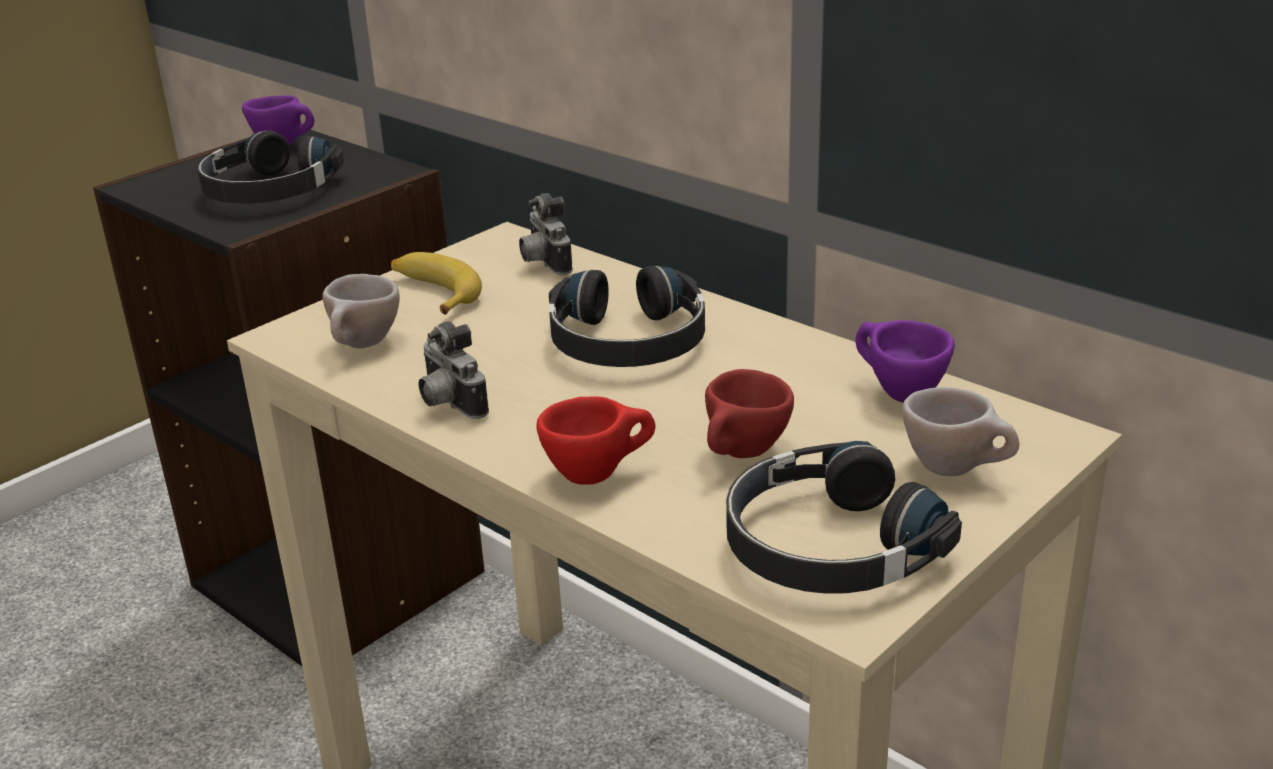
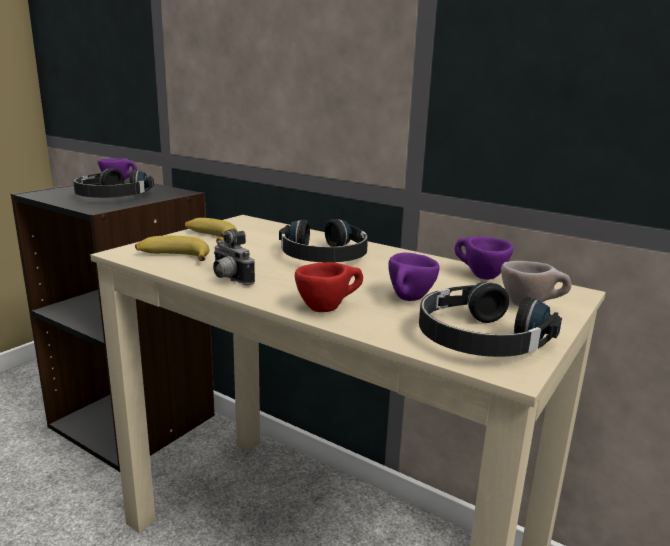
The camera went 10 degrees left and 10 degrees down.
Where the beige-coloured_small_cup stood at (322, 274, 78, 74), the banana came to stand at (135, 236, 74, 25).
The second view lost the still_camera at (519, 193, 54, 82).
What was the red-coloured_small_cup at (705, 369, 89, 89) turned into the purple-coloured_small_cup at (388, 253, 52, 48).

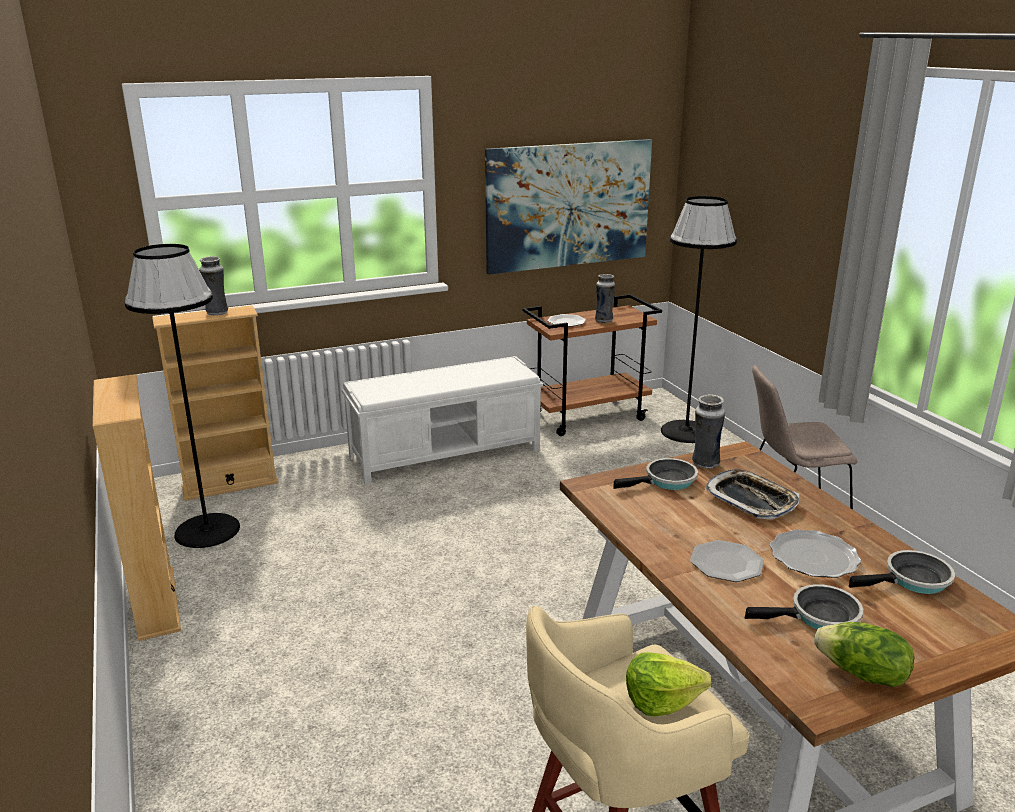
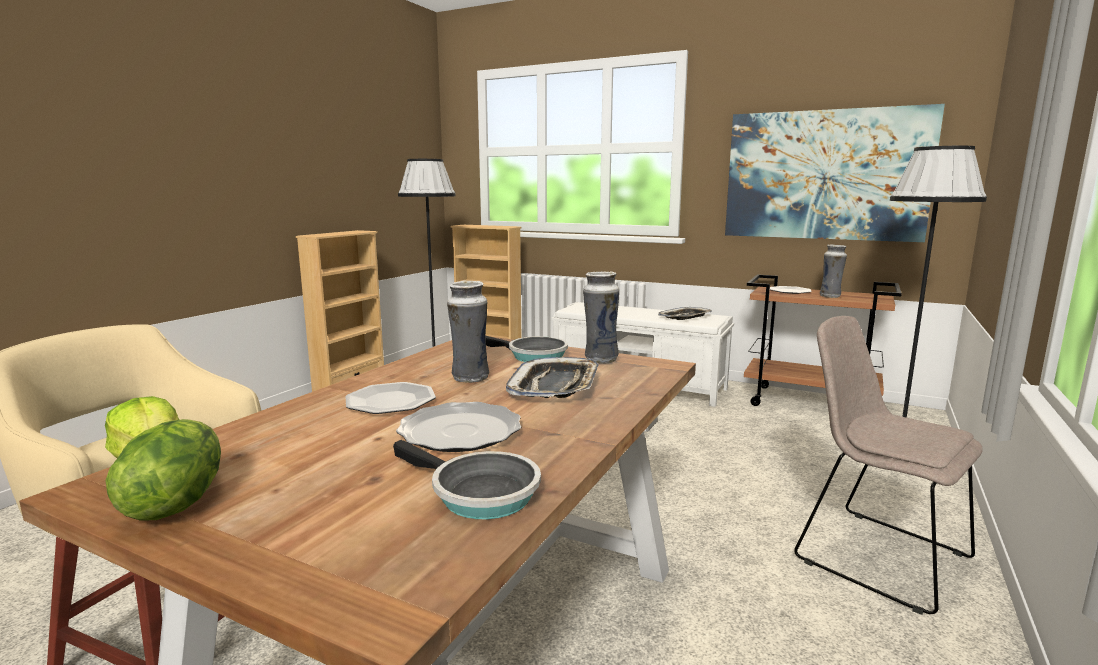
The camera went 50 degrees right and 10 degrees down.
The decorative_vase ended up elsewhere, having gone from (199, 256, 29, 60) to (447, 281, 42, 102).
The second view lost the skillet at (745, 584, 118, 45).
The second view gained the tray at (658, 307, 54, 13).

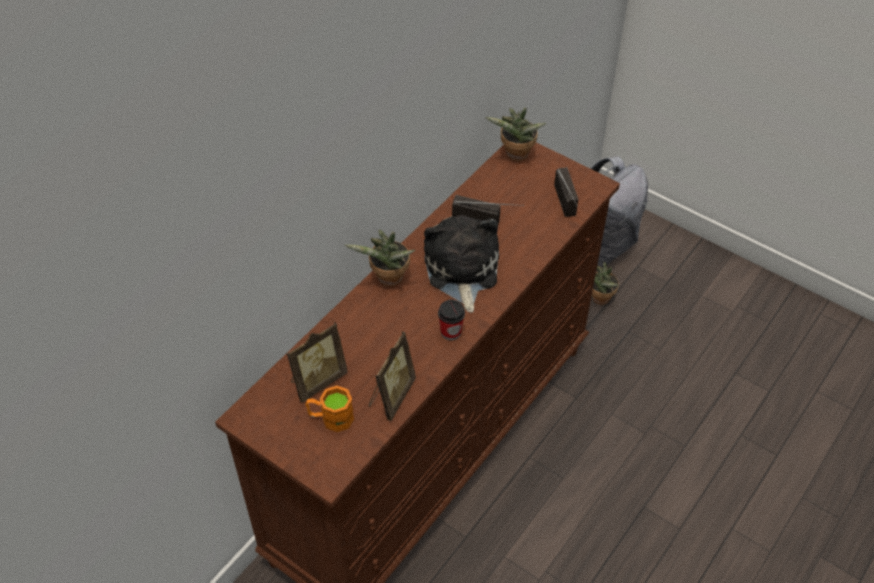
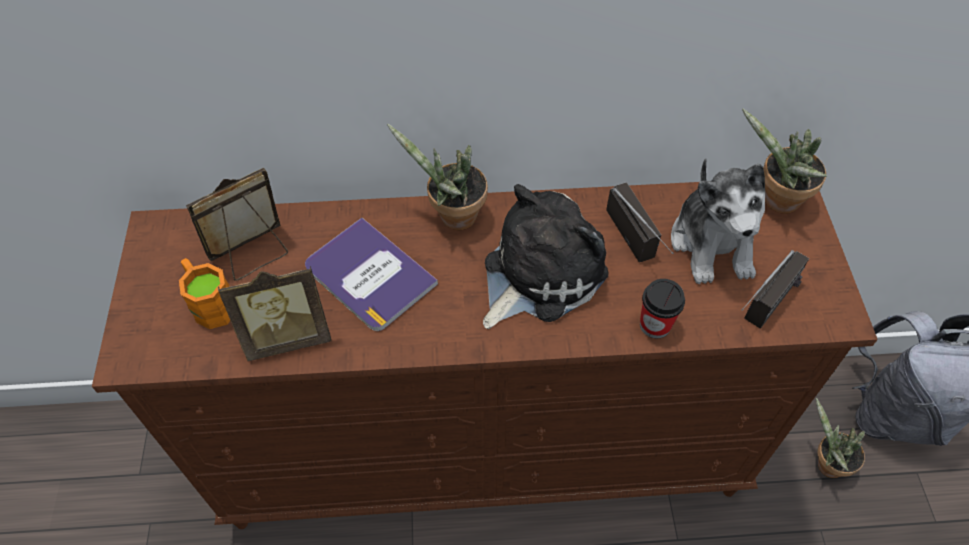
The camera went 50 degrees right and 5 degrees up.
The picture_frame at (286, 322, 62, 81) ended up facing another way, 135 degrees clockwise from before.
The small_cup ended up elsewhere, having gone from (438, 300, 27, 40) to (640, 279, 45, 59).
The second view gained the volume at (305, 218, 133, 113).
The second view gained the soft_toy at (671, 158, 94, 126).

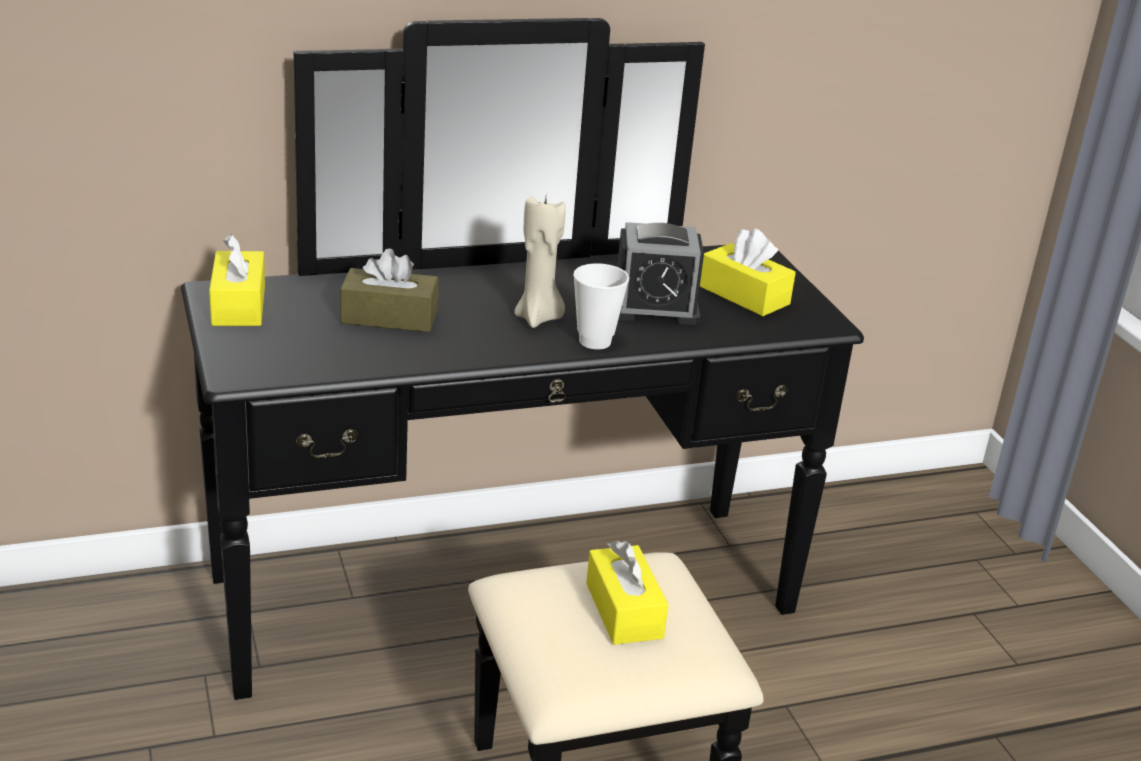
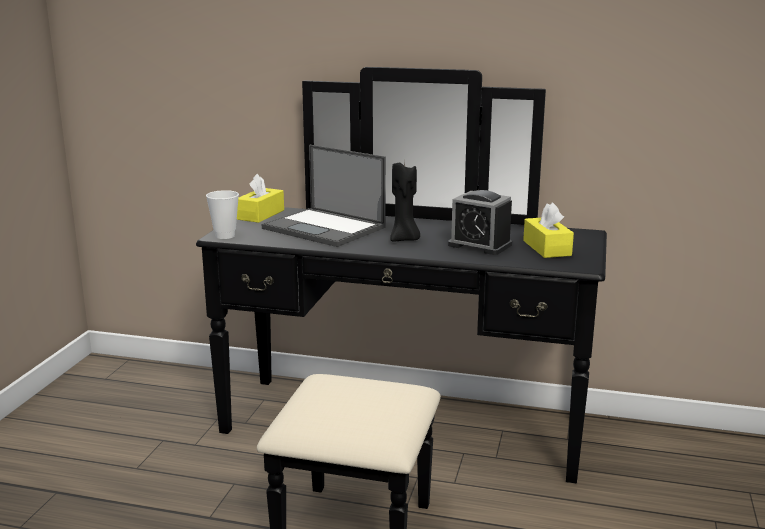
The camera went 35 degrees right and 10 degrees down.
Where the brownish_tissue_holder stood at (340, 248, 98, 84), the portable_computer came to stand at (262, 145, 124, 102).
What was the beige-coloured_wax_light at (514, 197, 52, 131) turned into the black-coloured_wax_light at (390, 160, 30, 82).
The small_cup ended up elsewhere, having gone from (573, 263, 56, 86) to (206, 190, 33, 49).
The second view lost the yellowish_tissue_holder at (586, 540, 83, 105).

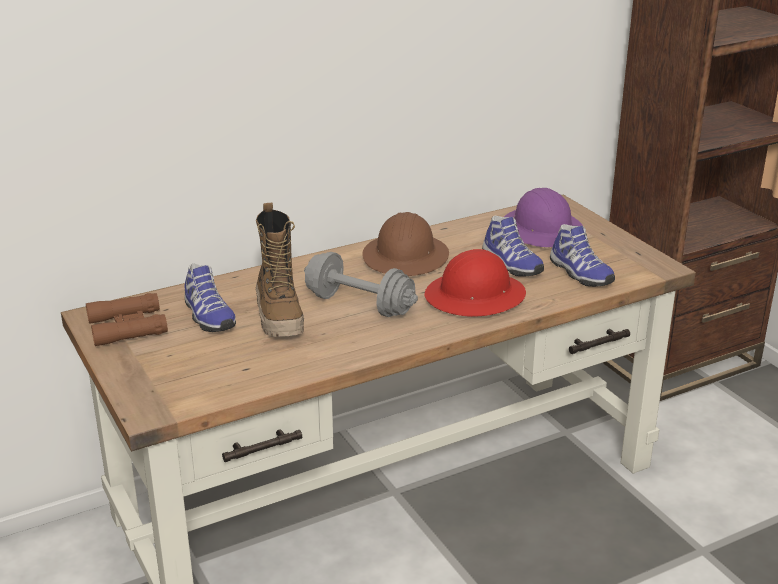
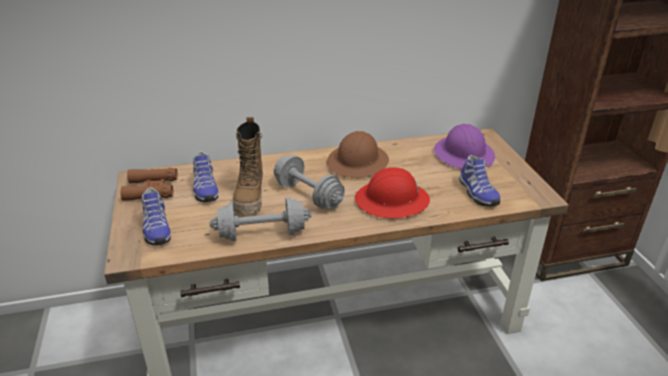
The camera went 15 degrees right and 5 degrees up.
The low_shoe ended up elsewhere, having gone from (482, 216, 62, 61) to (142, 188, 29, 58).
The second view gained the gray_free_weight at (209, 197, 103, 44).

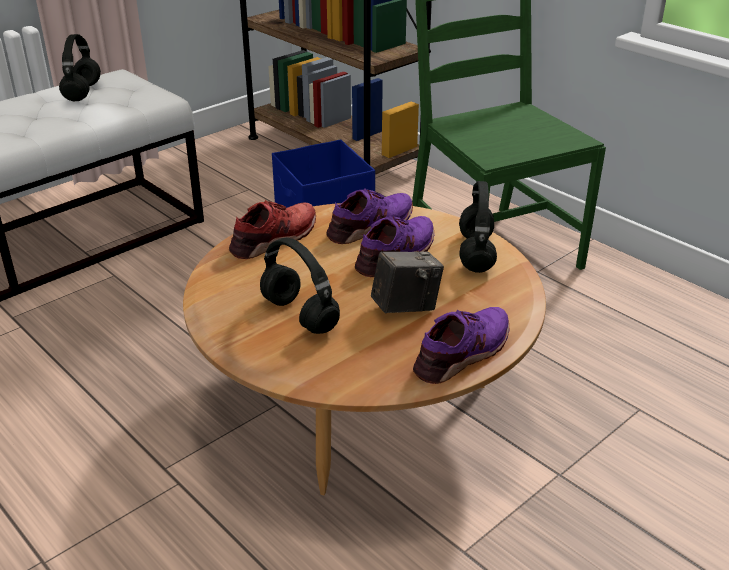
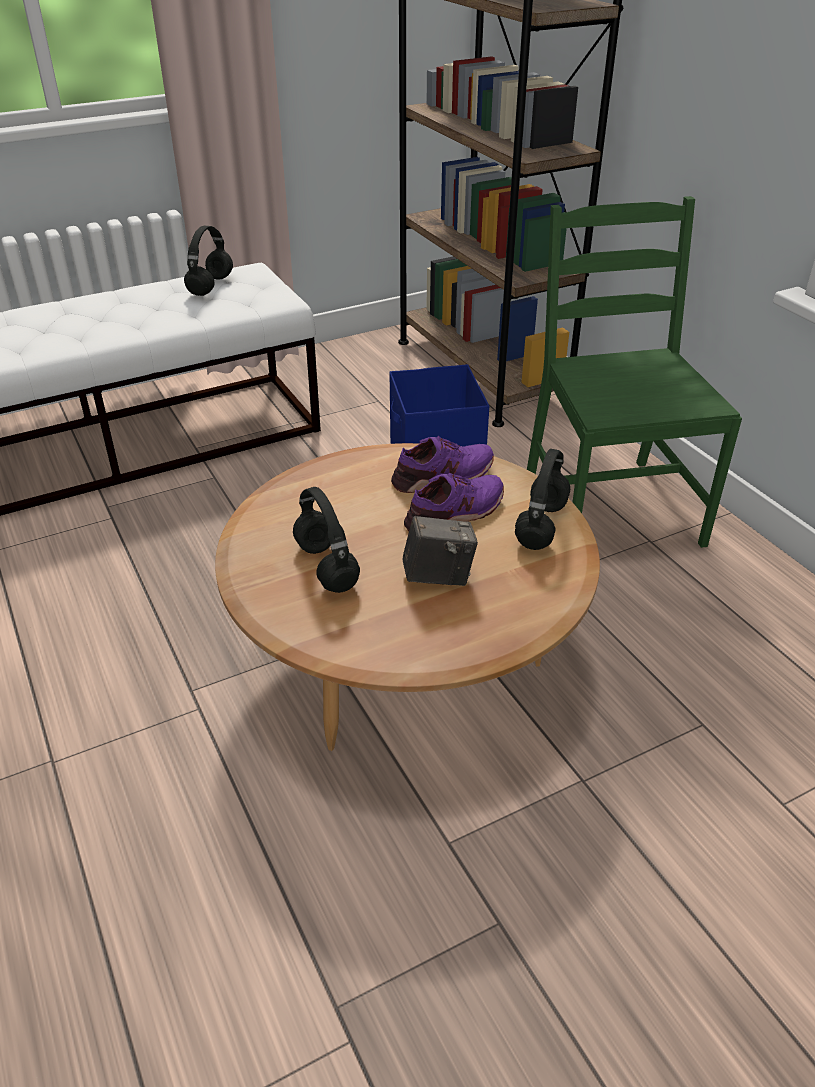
The camera went 15 degrees right and 5 degrees up.
The second view lost the red-coloured_low_shoe at (229, 200, 87, 59).
The second view lost the purple-coloured_low_shoe at (413, 307, 96, 77).

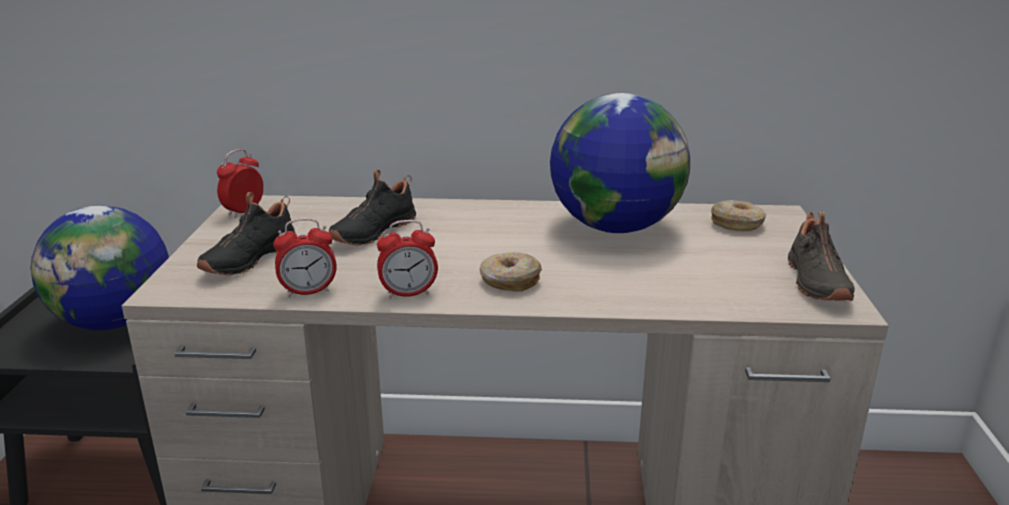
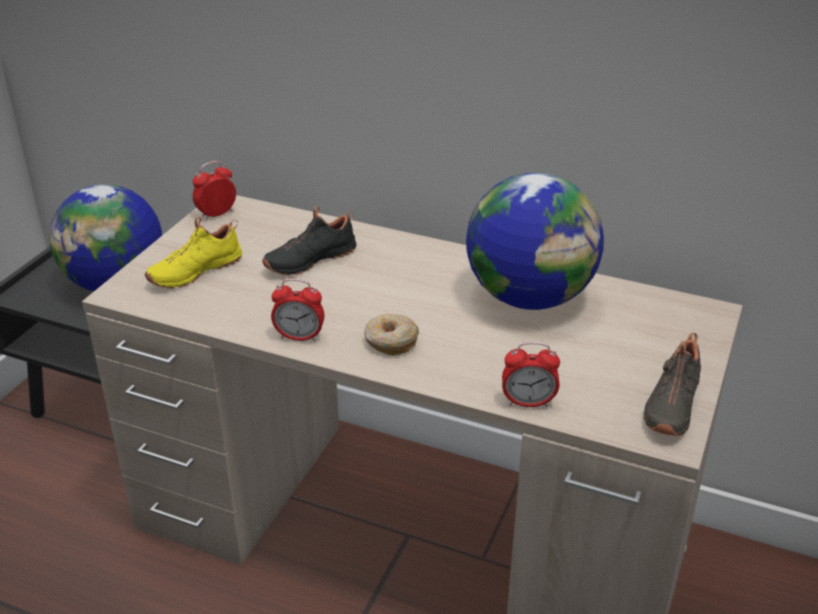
The camera went 20 degrees right and 10 degrees up.
What was the black-coloured_low_shoe at (197, 192, 99, 84) turned into the yellowish_low_shoe at (145, 216, 97, 73).
The bedside_clock ended up elsewhere, having gone from (273, 218, 64, 79) to (502, 342, 58, 65).
The second view lost the ring_doughnut at (711, 200, 55, 31).

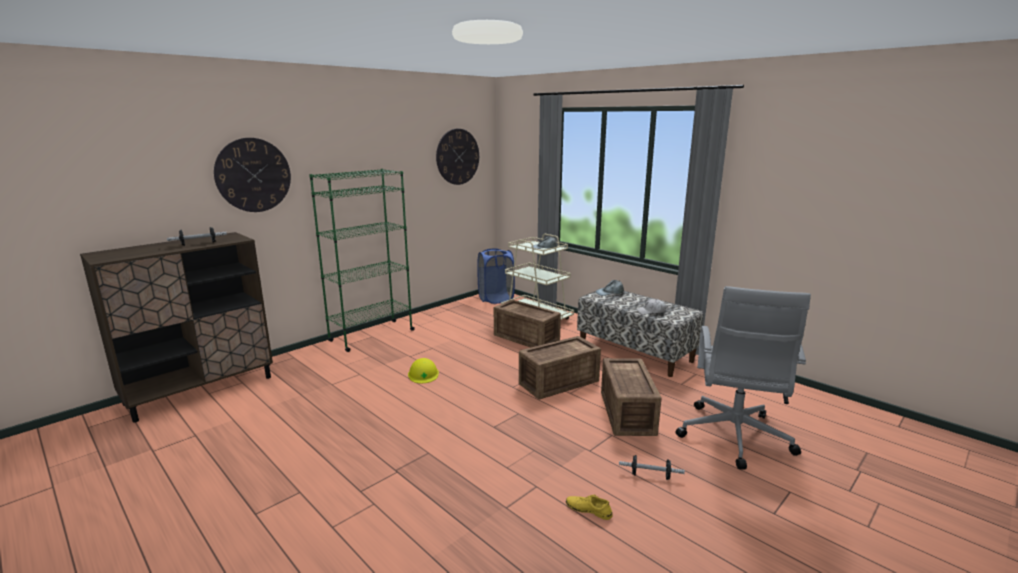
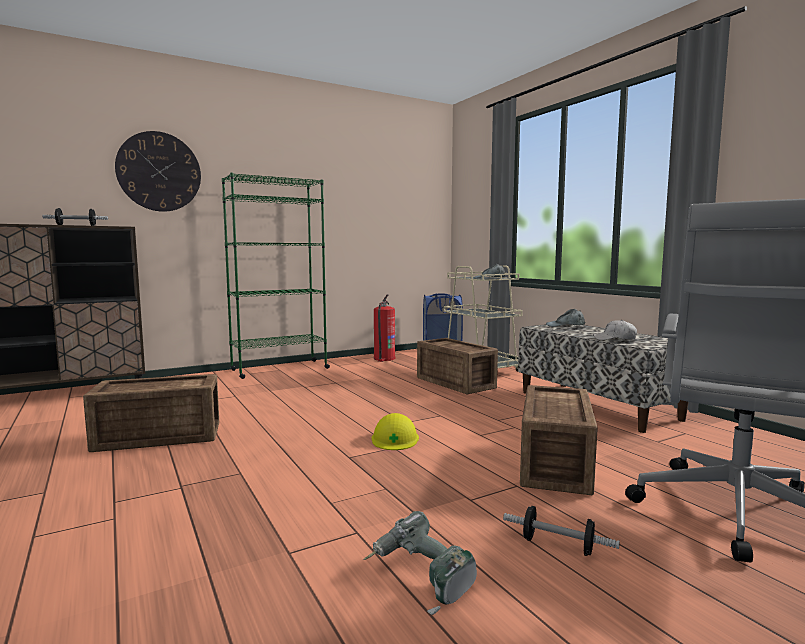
The camera went 15 degrees right and 10 degrees down.
The yellowish_safety_helmet ended up elsewhere, having gone from (408, 358, 31, 25) to (372, 413, 47, 37).
The second view lost the clock_on_the_wall at (436, 129, 43, 56).
The crate ended up elsewhere, having gone from (519, 336, 82, 64) to (83, 374, 136, 78).
Where the yellowish_low_shoe stood at (566, 494, 47, 26), the power_drill came to stand at (364, 511, 113, 104).
The second view gained the fire-fighting_cylinder at (374, 294, 21, 68).

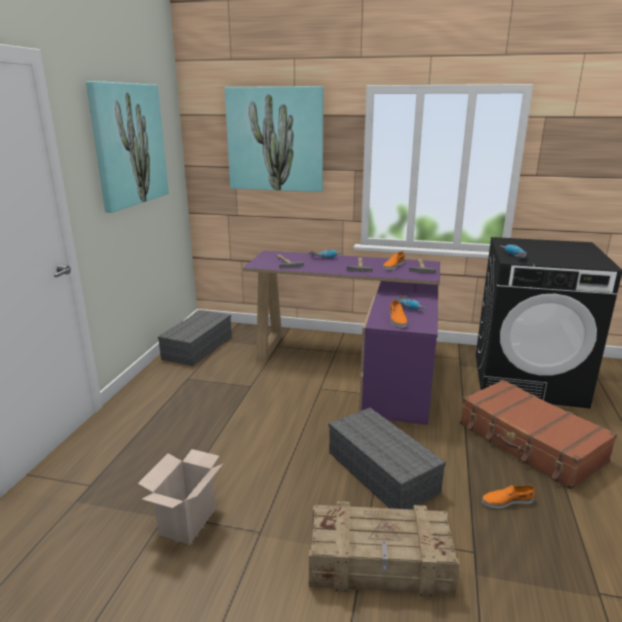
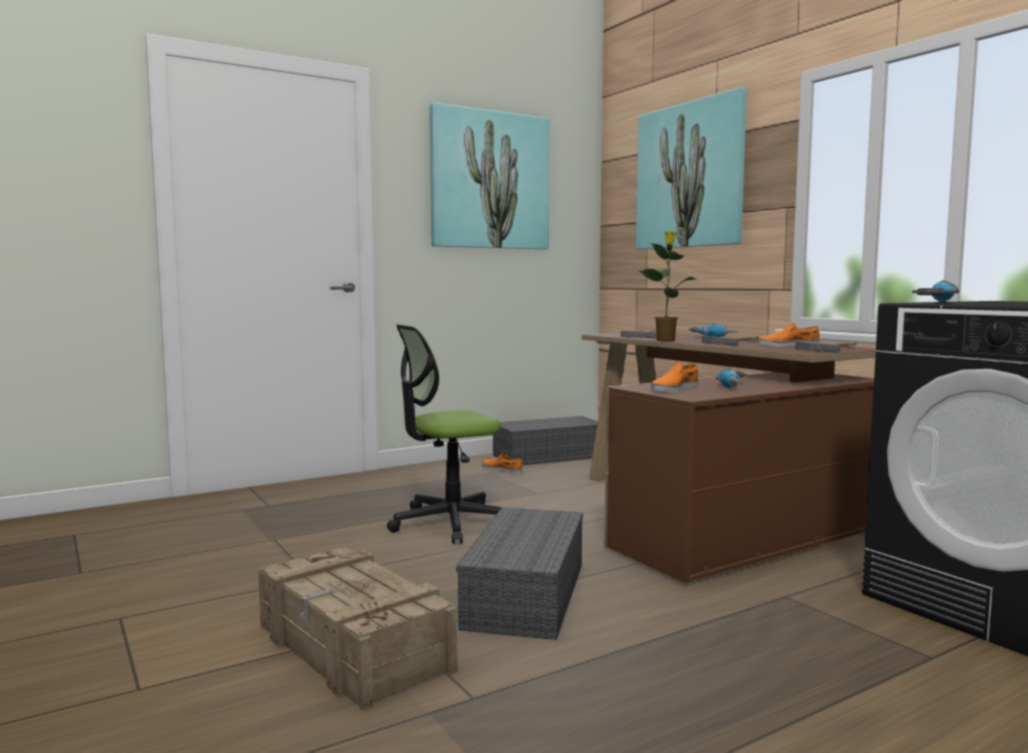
The camera went 45 degrees right and 15 degrees down.
The second view lost the packing_box at (138, 449, 85, 96).
What was the purple-coloured_desk at (243, 251, 197, 174) turned into the brownish_desk at (582, 333, 300, 250).
The second view lost the brownish_suitcase at (460, 379, 157, 111).
The orange-coloured_low_shoe ended up elsewhere, having gone from (482, 485, 53, 23) to (482, 453, 41, 21).
The second view gained the desk_chair at (387, 324, 118, 220).
The second view gained the potted_plant at (638, 231, 58, 110).

